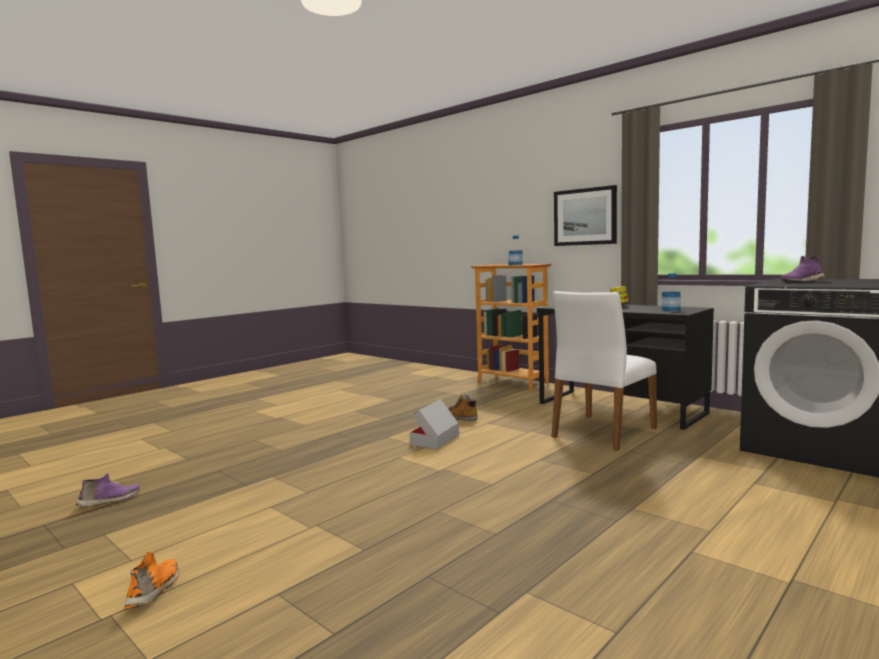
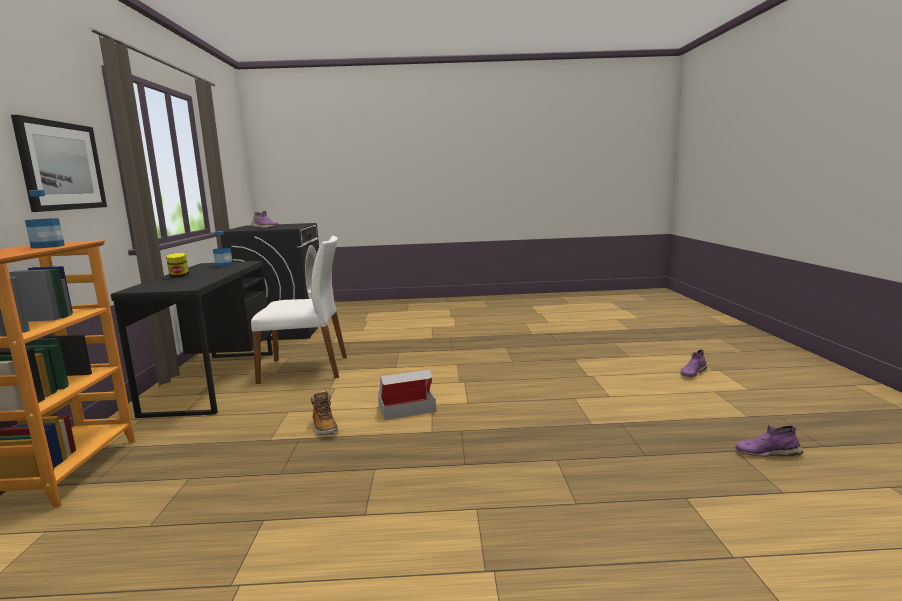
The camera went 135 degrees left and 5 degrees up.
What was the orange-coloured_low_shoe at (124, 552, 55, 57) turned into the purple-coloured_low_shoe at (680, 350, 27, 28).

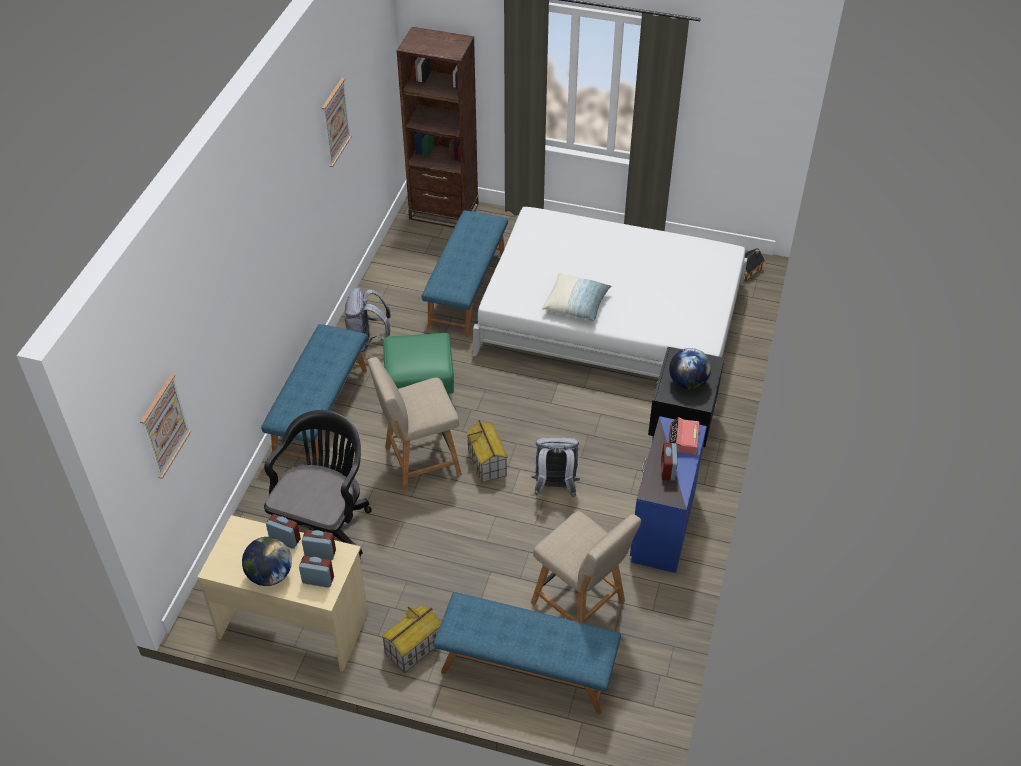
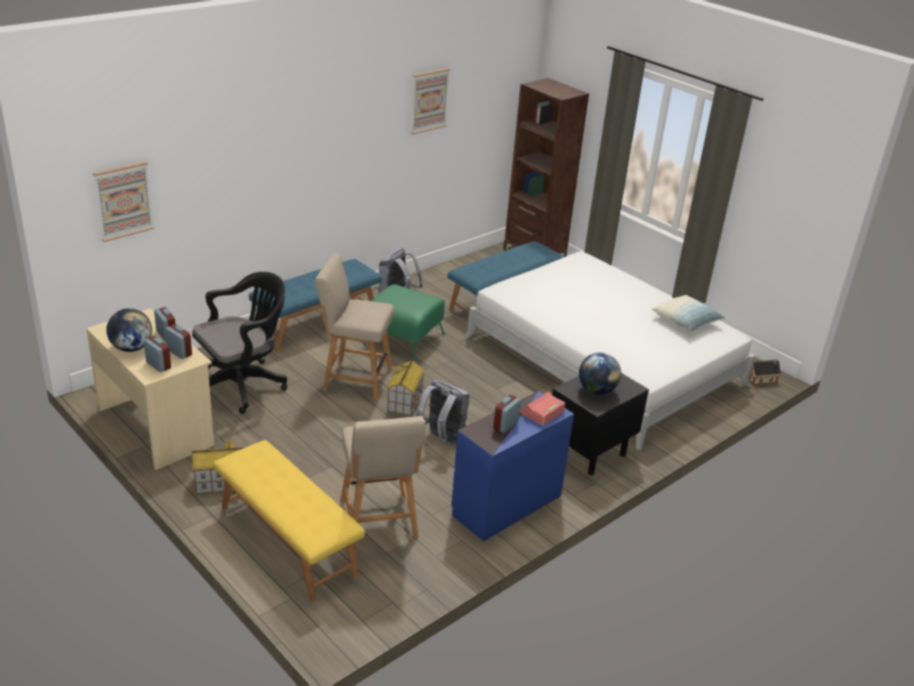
The camera went 30 degrees right and 15 degrees down.
What was the bluish_indoor_bench at (434, 592, 187, 122) turned into the yellowish_indoor_bench at (213, 440, 152, 161).
The pillow ended up elsewhere, having gone from (542, 273, 70, 49) to (651, 295, 74, 37).

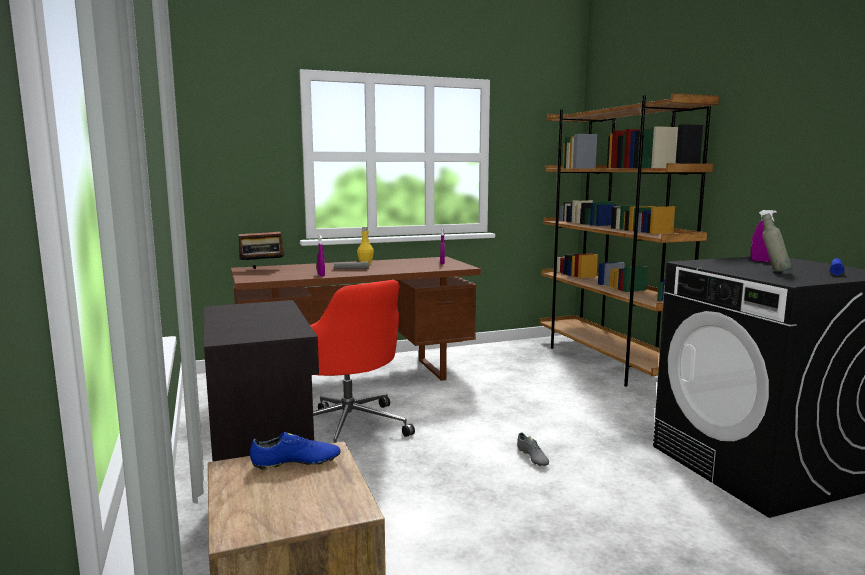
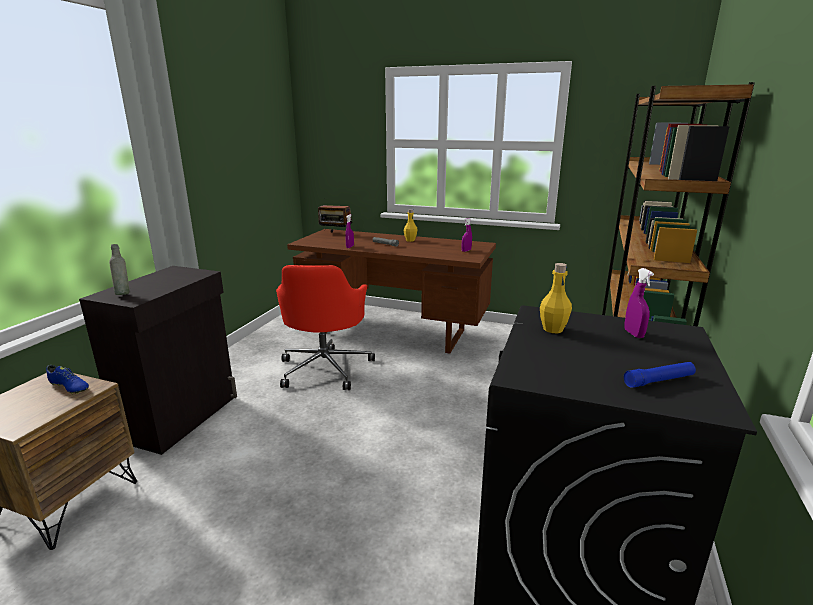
The camera went 40 degrees right and 10 degrees up.
The second view lost the gray_low_shoe at (517, 432, 32, 35).
The gray_bottle ended up elsewhere, having gone from (762, 213, 29, 59) to (109, 244, 21, 51).
The second view gained the yellowish_bottle at (540, 263, 32, 70).

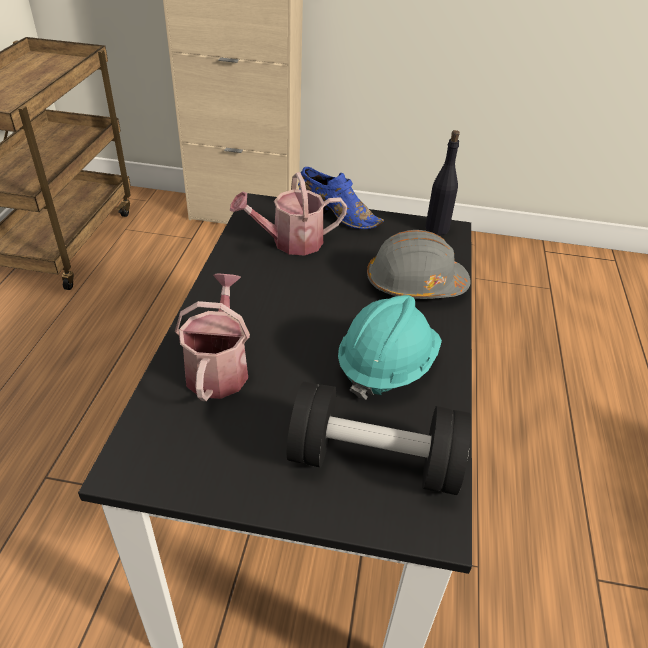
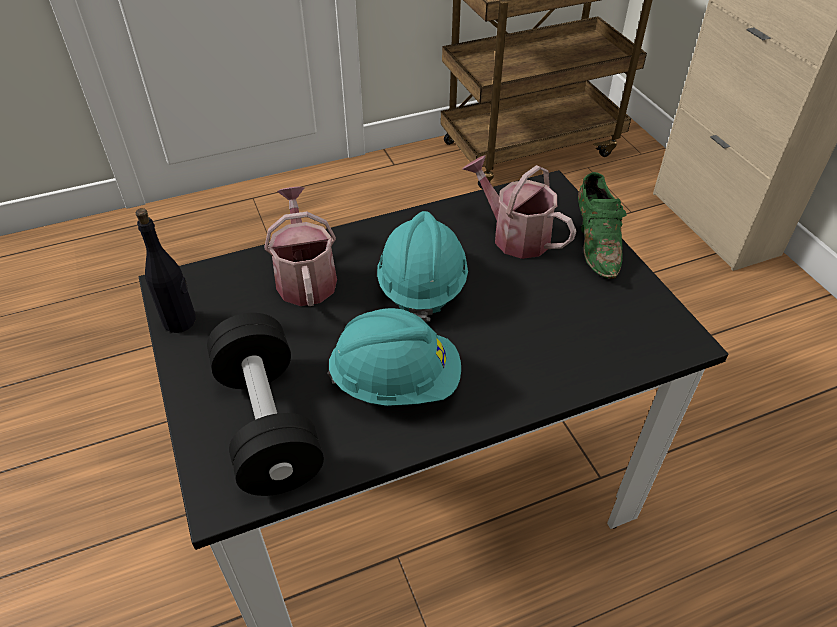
The camera went 60 degrees right and 5 degrees up.
The watering_pot at (175, 273, 75, 128) ended up facing another way, 75 degrees counterclockwise from before.
What was the bluish_low_shoe at (298, 167, 86, 62) turned into the green-coloured_low_shoe at (578, 172, 49, 107).
The second view lost the gray_safety_helmet at (367, 230, 104, 69).
The black-coloured_bottle ended up elsewhere, having gone from (425, 130, 35, 105) to (136, 208, 60, 125).
The second view gained the blue-green_safety_helmet at (377, 211, 91, 111).

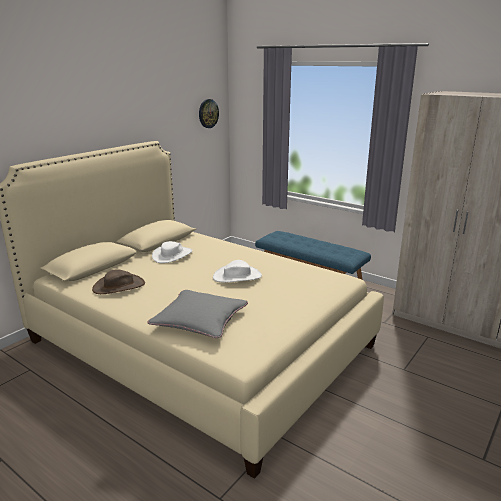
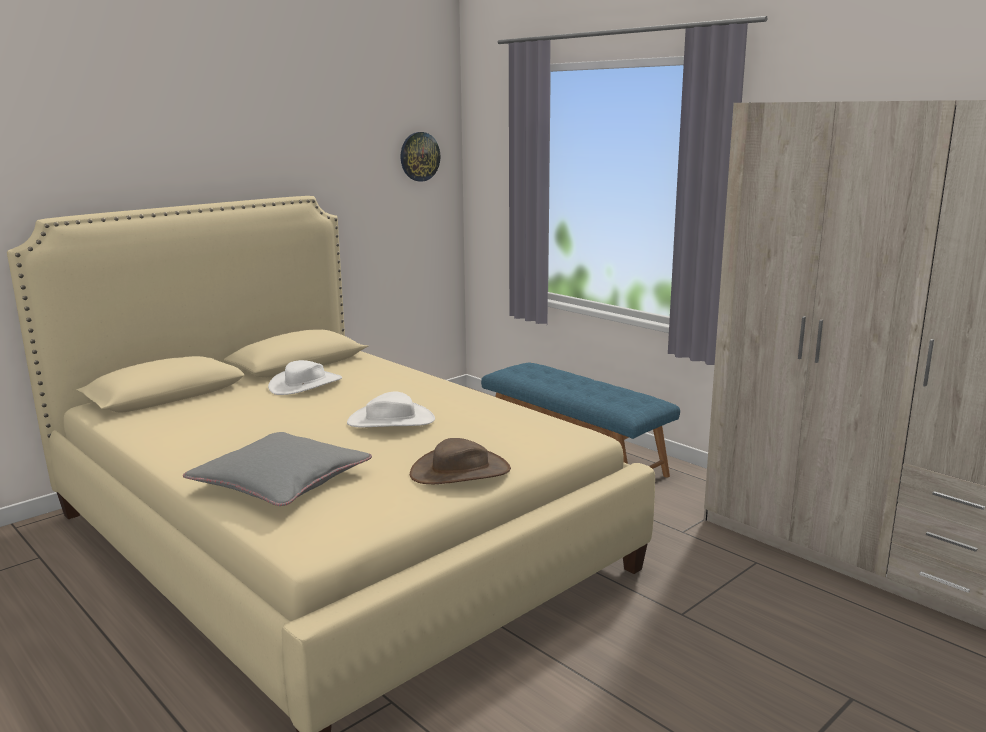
The camera went 10 degrees right and 5 degrees down.
The brownish_hat ended up elsewhere, having gone from (92, 270, 53, 24) to (410, 438, 101, 46).

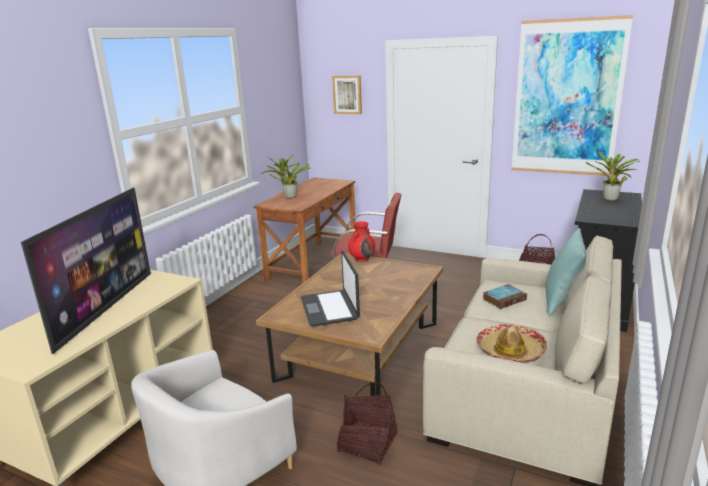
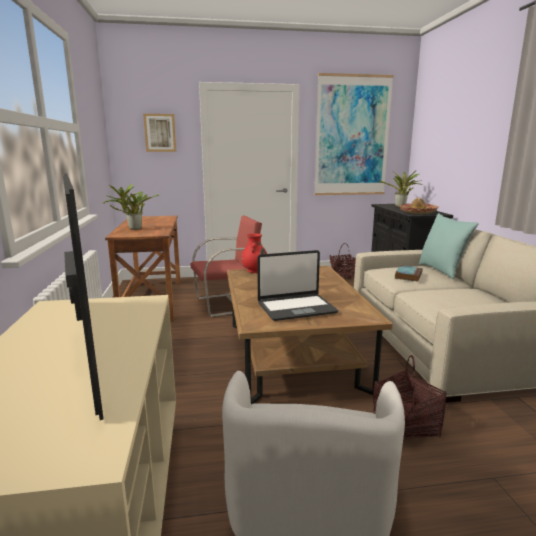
The camera went 35 degrees left and 5 degrees down.
The portable_computer at (301, 251, 59, 75) ended up facing another way, 60 degrees counterclockwise from before.
The hat ended up elsewhere, having gone from (476, 324, 71, 39) to (399, 198, 39, 16).

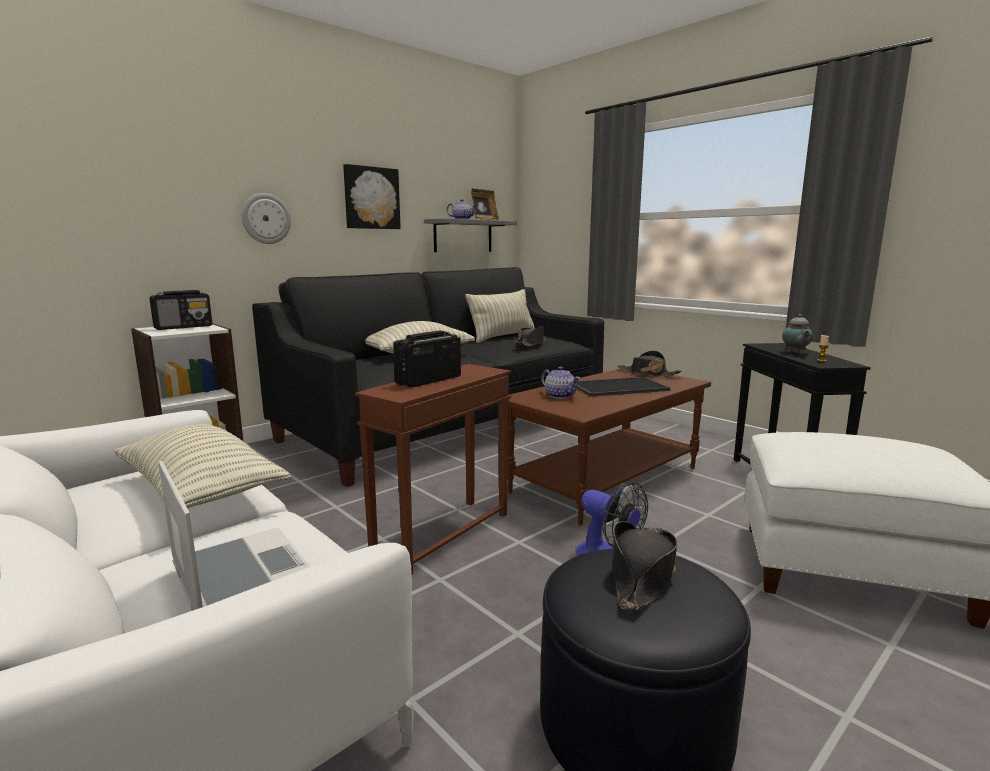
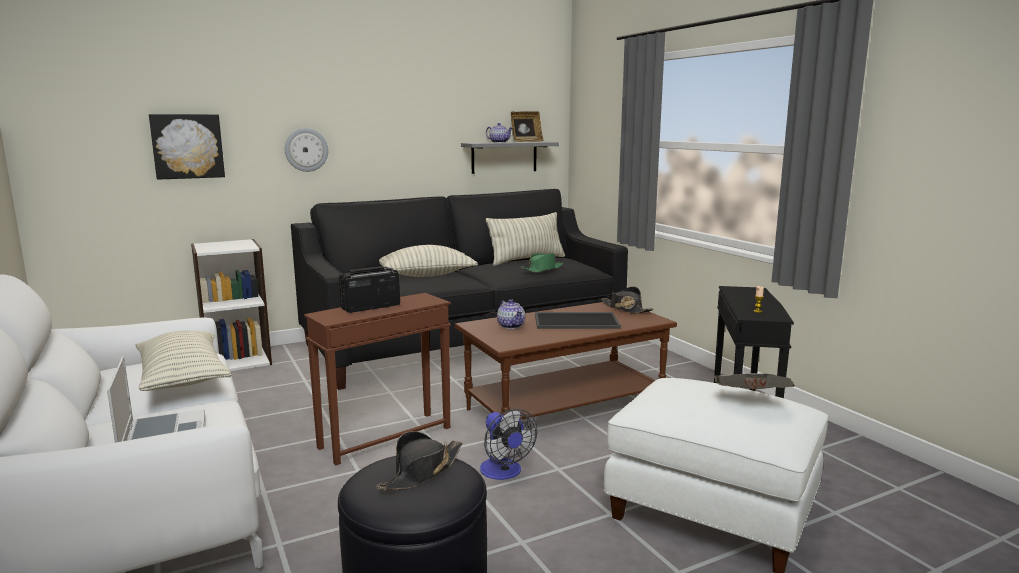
The camera went 15 degrees right and 0 degrees up.
The second view lost the radio_set at (150, 290, 62, 40).
The picture ended up elsewhere, having gone from (343, 164, 58, 65) to (149, 114, 76, 66).
What was the black-coloured_hat at (515, 326, 32, 20) turned into the green-coloured_hat at (521, 253, 42, 19).
The second view lost the teapot at (782, 314, 31, 40).
The second view gained the printed_paper at (714, 373, 81, 16).

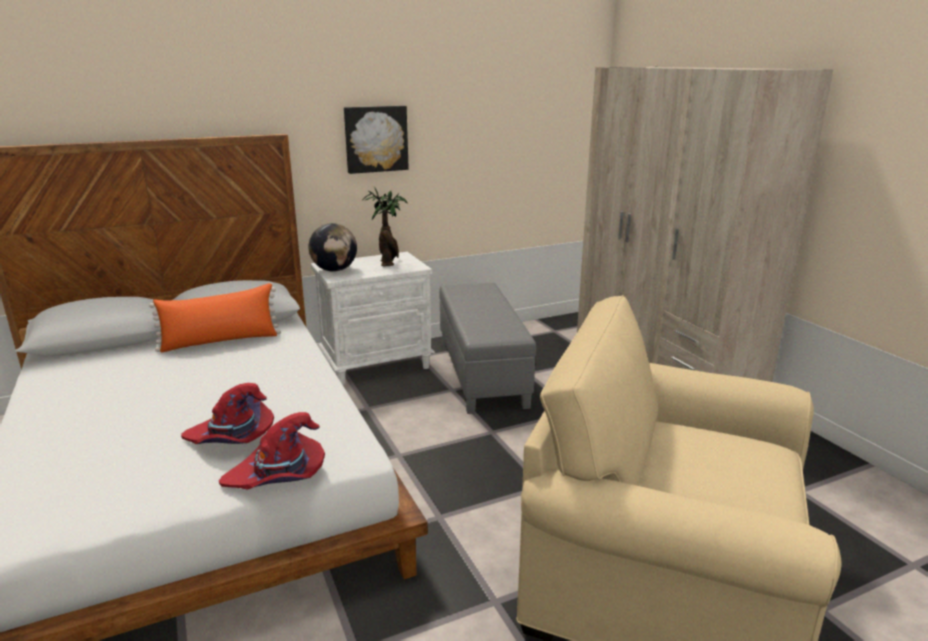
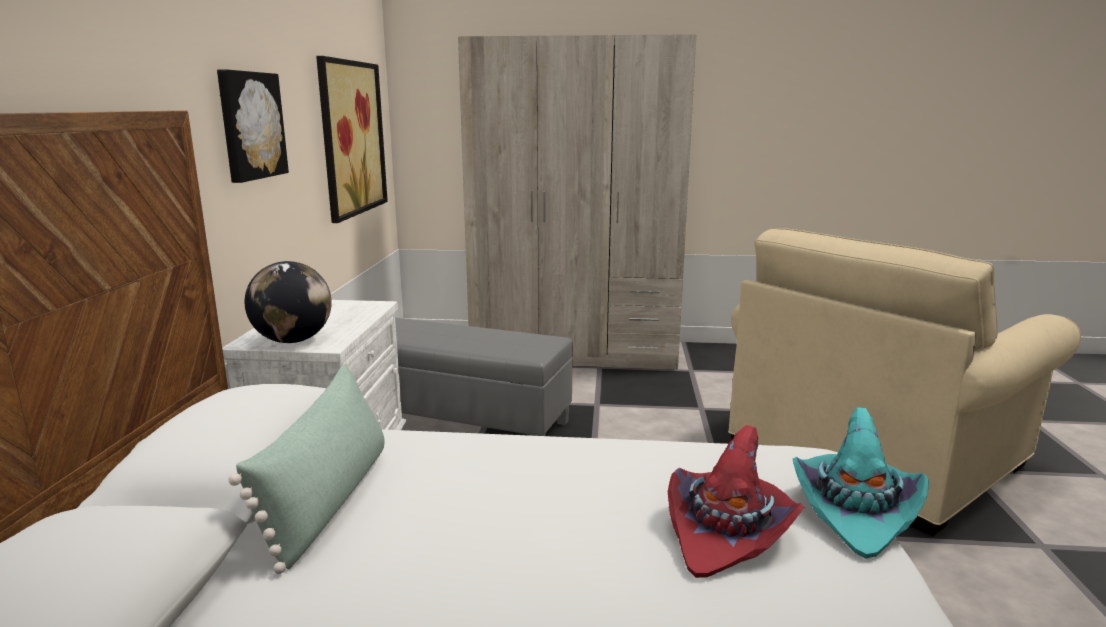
The camera went 60 degrees left and 5 degrees down.
What was the orange-coloured_pillow at (149, 283, 132, 69) turned into the green-coloured_pillow at (229, 364, 155, 210).
What was the red-coloured_hat at (219, 412, 106, 78) turned into the blue-green_hat at (793, 407, 136, 151).
The second view lost the potted_plant at (362, 187, 46, 79).
The second view gained the picture at (316, 56, 72, 167).

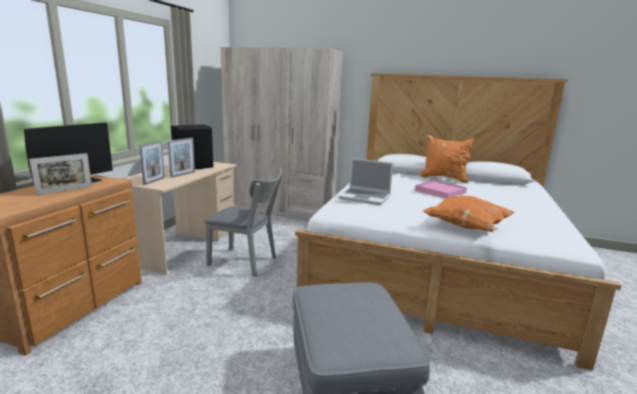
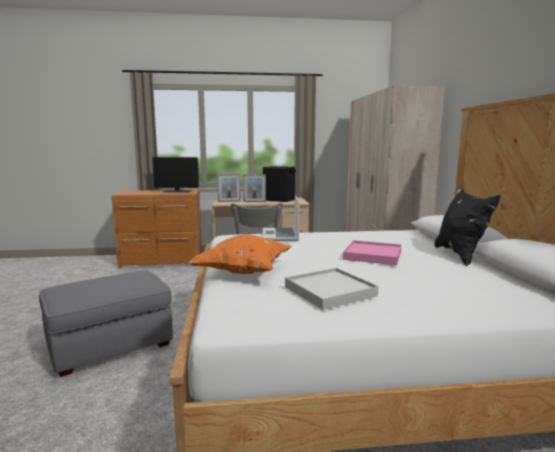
The camera went 65 degrees right and 5 degrees down.
The second view lost the picture_frame at (29, 153, 63, 42).
What was the orange-coloured_pillow at (420, 135, 55, 49) turned into the black-coloured_pillow at (434, 187, 67, 79).
The second view gained the white_tray at (285, 268, 94, 42).

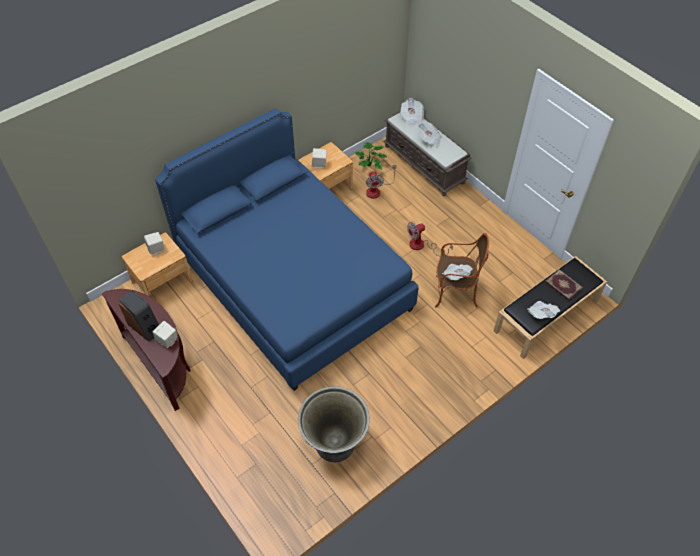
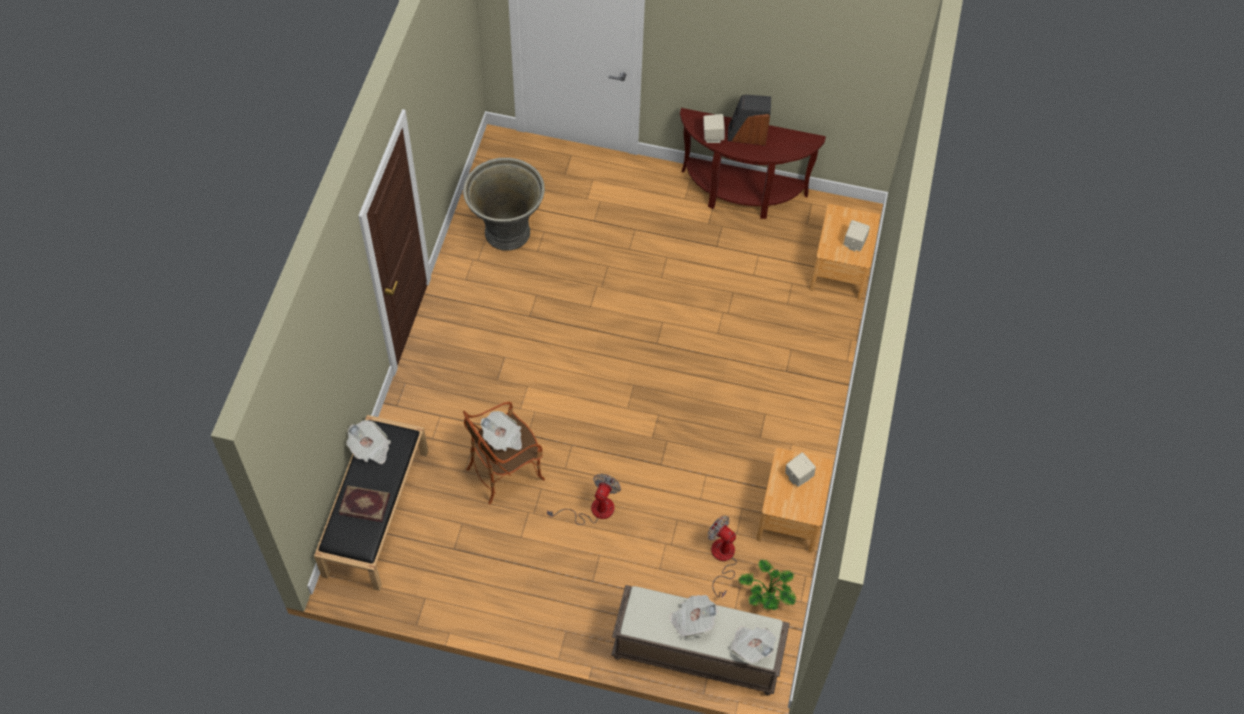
The camera went 140 degrees right and 5 degrees up.
The second view lost the bluish_bedroom_bed at (155, 109, 264, 282).

